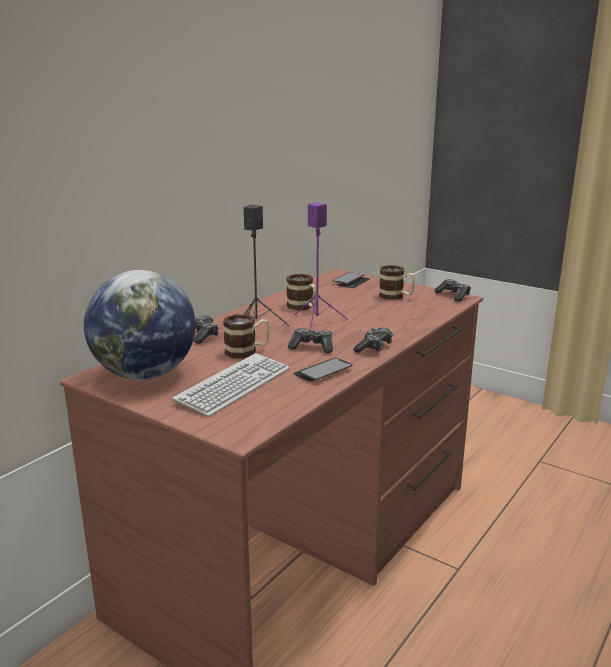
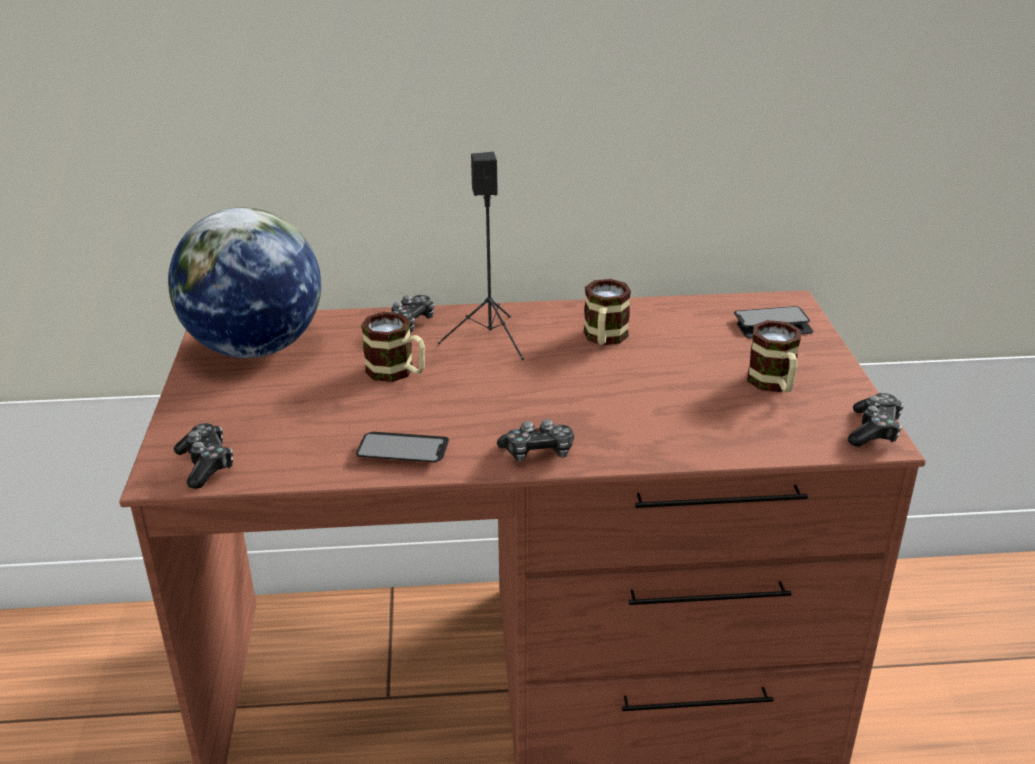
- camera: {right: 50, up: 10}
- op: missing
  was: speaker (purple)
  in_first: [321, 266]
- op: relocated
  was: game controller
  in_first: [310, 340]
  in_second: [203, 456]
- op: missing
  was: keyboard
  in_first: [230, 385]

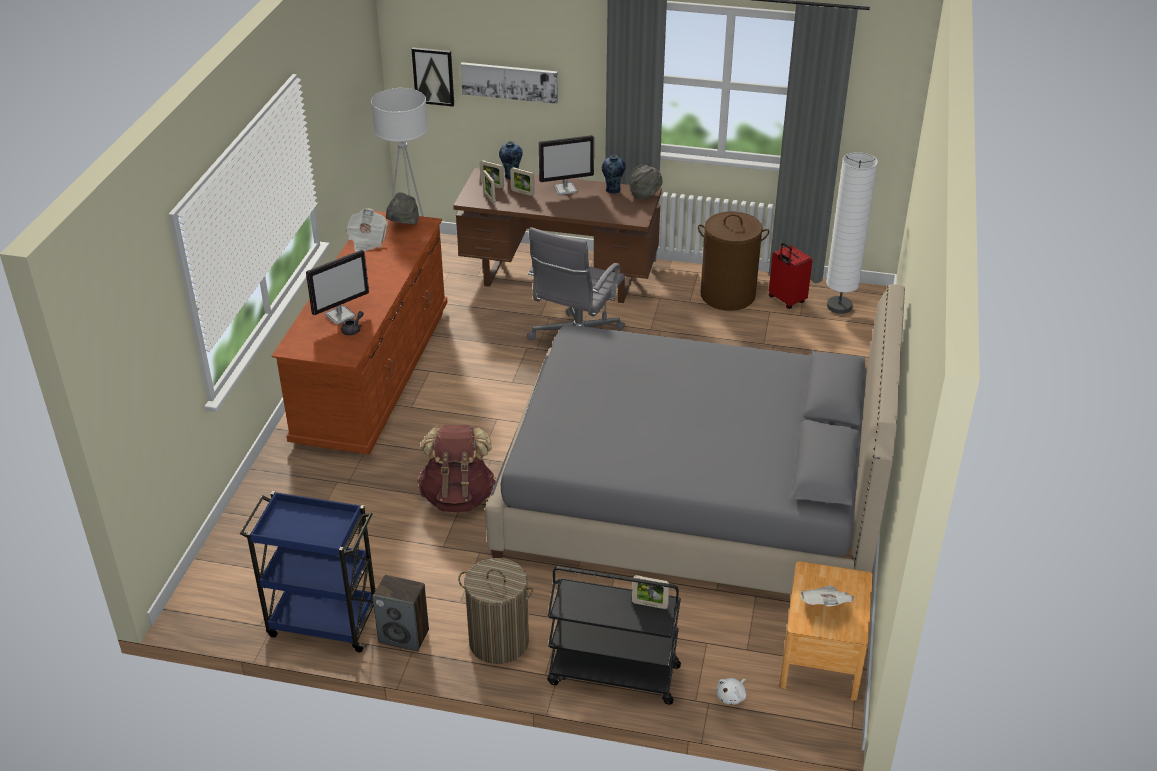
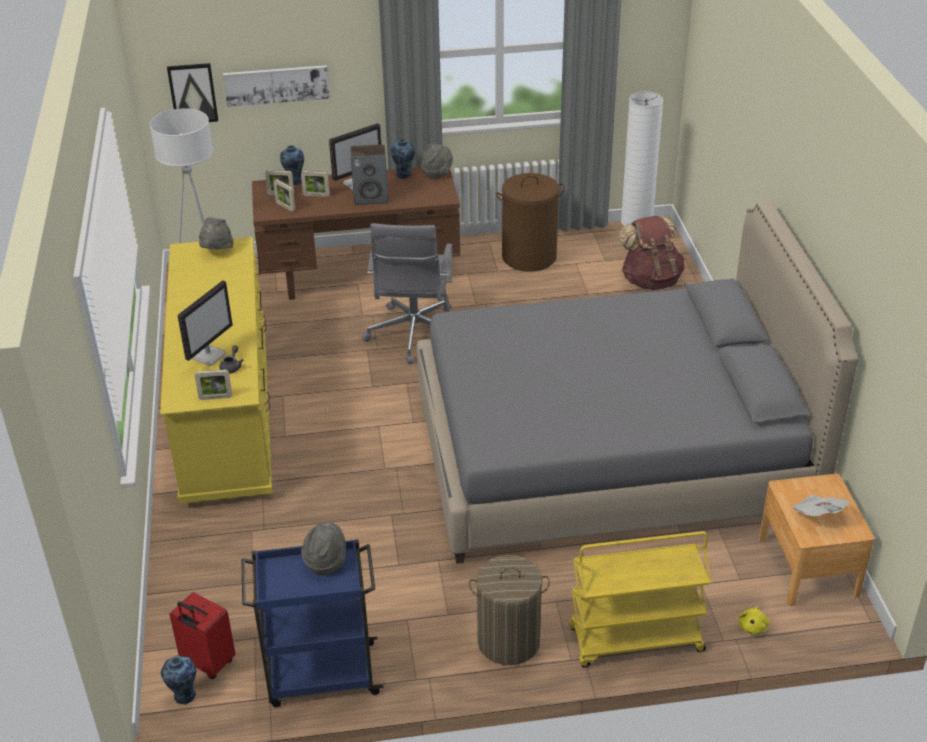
- camera: {right: -20, up: 0}
- op: missing
  was: newspaper
  in_first: [367, 230]
- op: colour
  was: dresser (brown)
  now: dresser (yellow)
  in_first: [359, 333]
  in_second: [216, 370]
- op: relocated
  was: suitcase (red)
  in_first: [790, 275]
  in_second: [202, 635]
- op: relocated
  was: backpack (brown)
  in_first: [456, 468]
  in_second: [652, 253]
- op: colour
  was: cart (black)
  now: cart (yellow)
  in_first: [614, 635]
  in_second: [640, 599]
- op: relocated
  was: speaker
  in_first: [400, 613]
  in_second: [369, 174]
- op: relocated
  was: picture frame
  in_first: [650, 592]
  in_second: [213, 384]
- op: colour
  was: plush toy (white)
  now: plush toy (yellow)
  in_first: [731, 691]
  in_second: [754, 620]
- op: appeared
  now: hat (grey)
  in_second: [323, 548]
- op: appeared
  now: vase
  in_second: [178, 680]

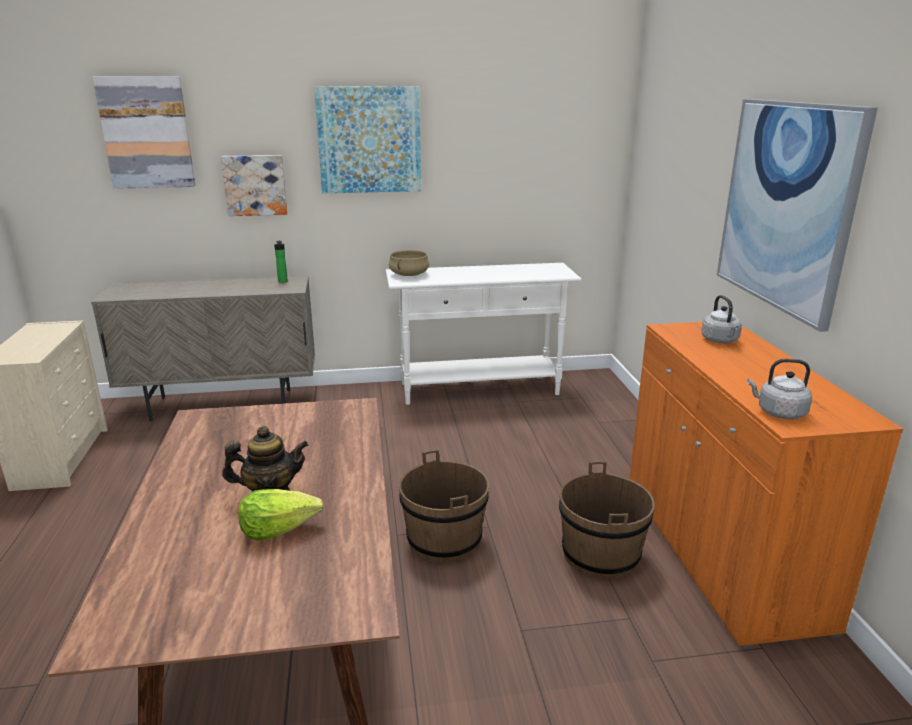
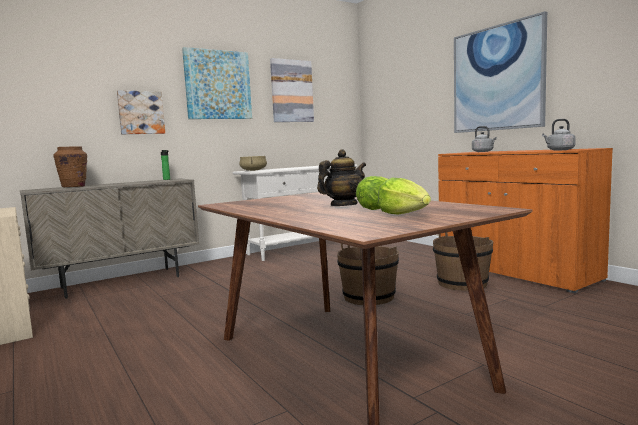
- camera: {right: -25, up: -15}
- op: relocated
  was: picture
  in_first: [143, 132]
  in_second: [292, 90]
- op: appeared
  now: vase (brown)
  in_second: [70, 166]
- op: appeared
  now: lettuce
  in_second: [404, 195]

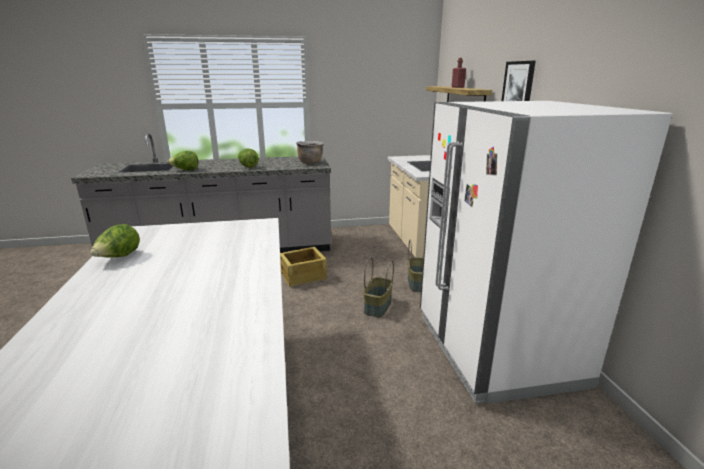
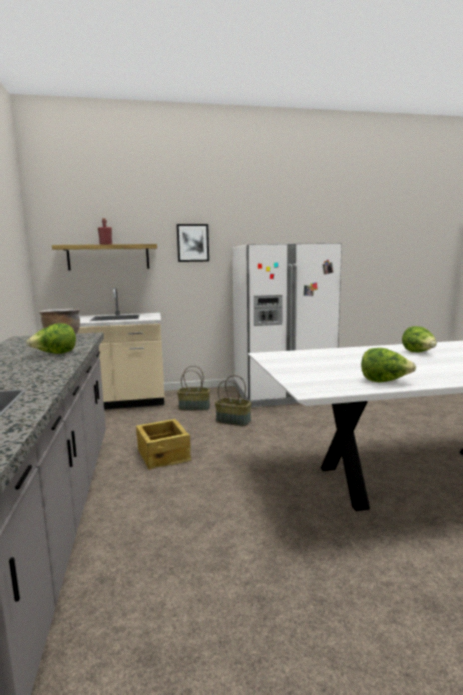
- camera: {right: -90, up: -10}
- op: relocated
  was: lettuce
  in_first: [183, 160]
  in_second: [419, 339]

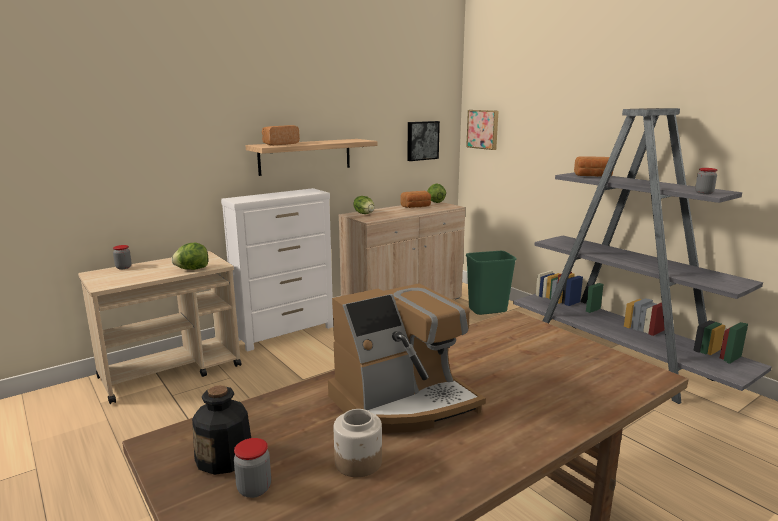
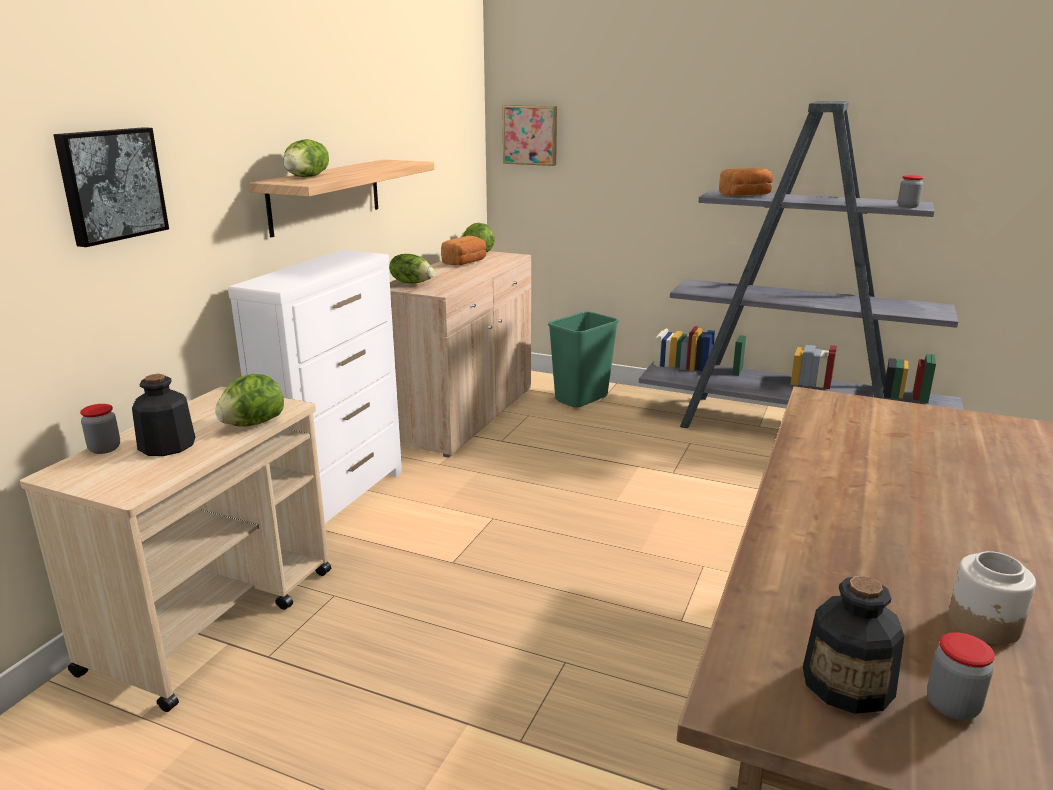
- camera: {right: -30, up: 5}
- op: relocated
  was: picture
  in_first: [423, 141]
  in_second: [111, 187]
- op: exchanged
  was: bread
  now: lettuce
  in_first: [281, 135]
  in_second: [306, 158]
- op: missing
  was: coffee machine
  in_first: [407, 358]
- op: appeared
  now: bottle
  in_second: [163, 415]

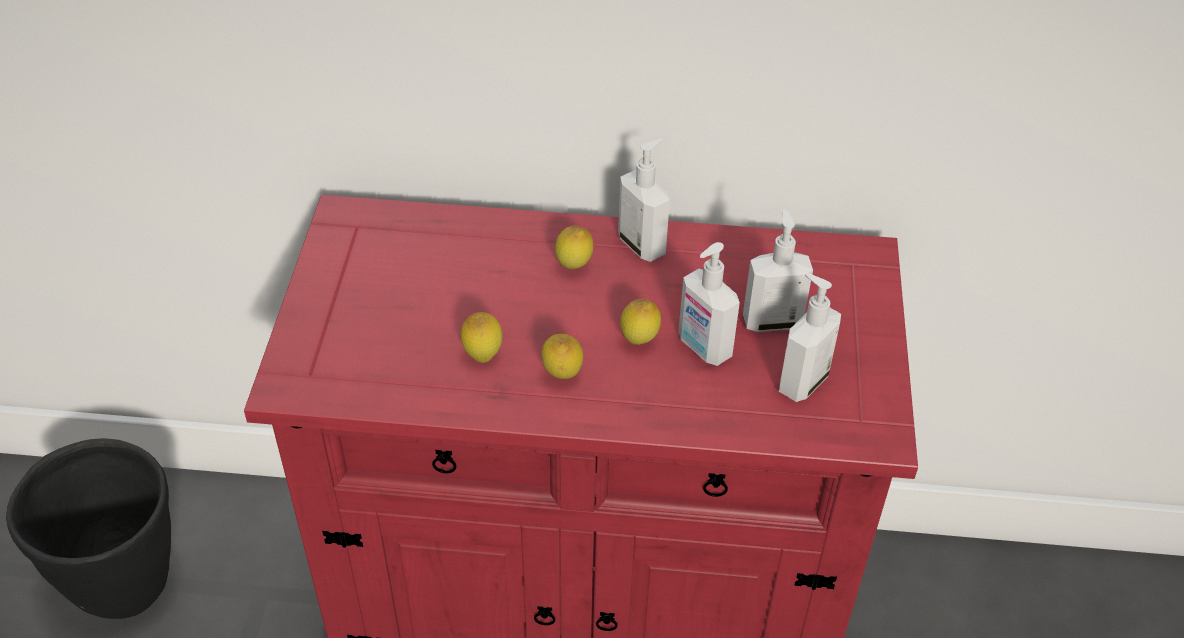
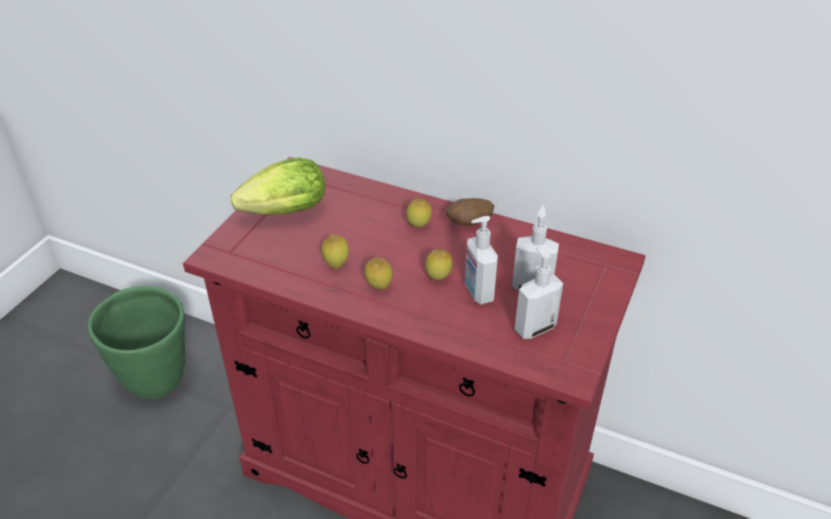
- camera: {right: 20, up: -5}
- op: exchanged
  was: soap dispenser
  now: potato
  in_first: [644, 200]
  in_second: [470, 212]
- op: colour
  was: planter (black)
  now: planter (green)
  in_first: [88, 528]
  in_second: [136, 342]
- op: appeared
  now: lettuce
  in_second: [278, 186]

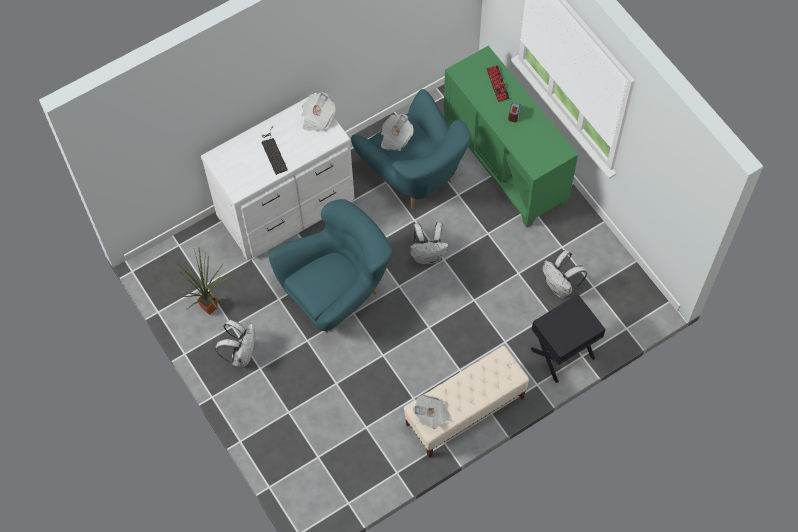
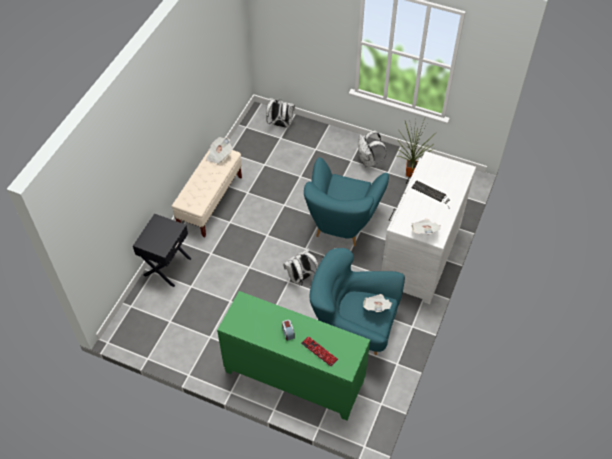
- camera: {right: 145, up: -10}
- op: relocated
  was: backpack (white)
  in_first: [565, 274]
  in_second: [280, 113]

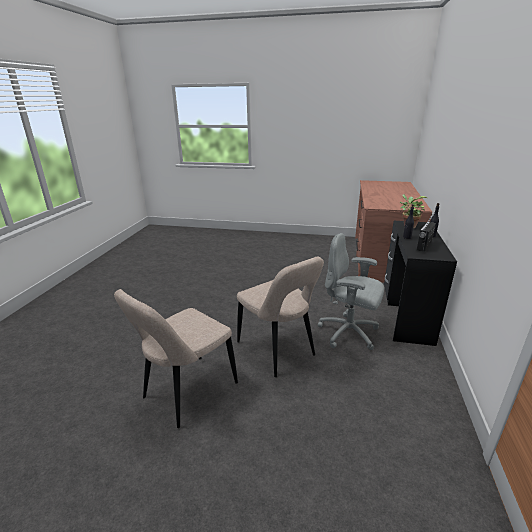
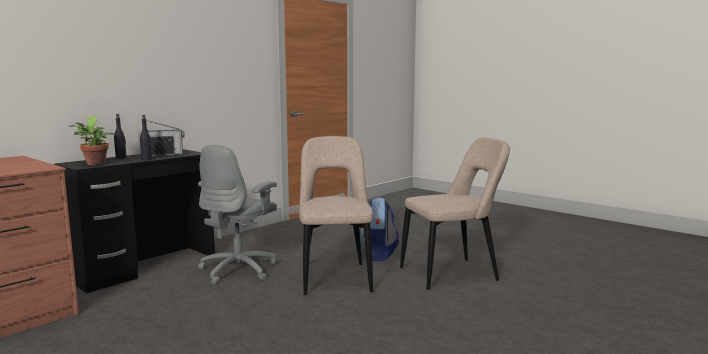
- camera: {right: -150, up: -15}
- op: spun
  was: office chair (grey)
  in_first: [351, 291]
  in_second: [237, 215]
  clockwise: 60
- op: appeared
  now: backpack
  in_second: [379, 229]

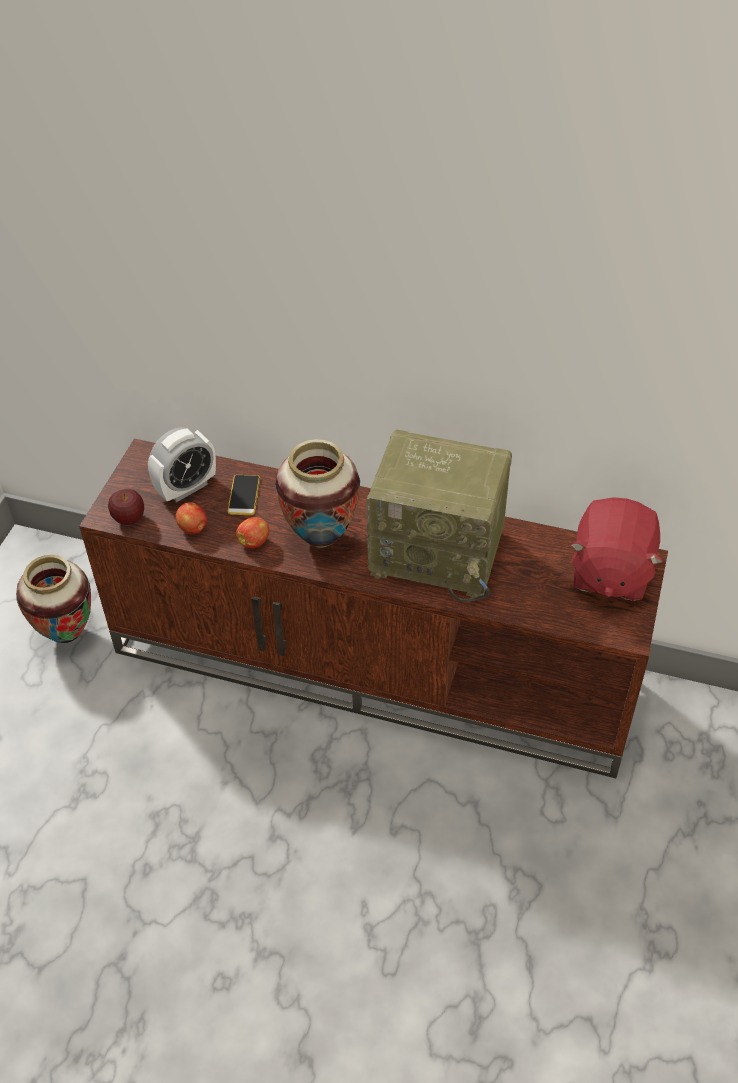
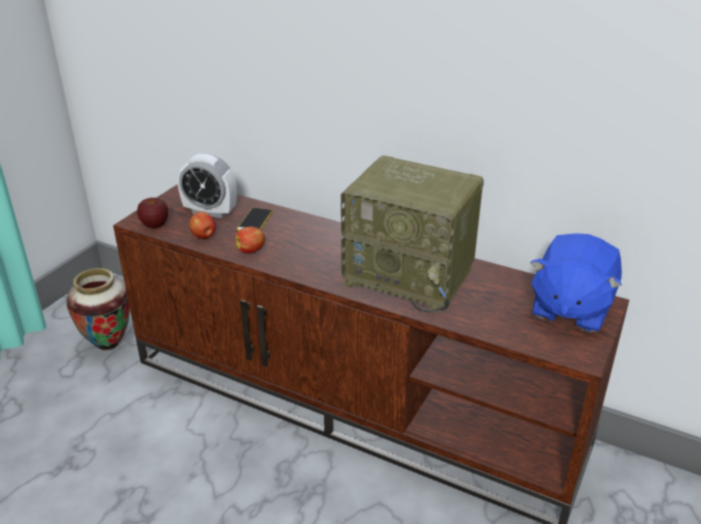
- camera: {right: 10, up: -15}
- op: spun
  was: alarm clock
  in_first: [182, 464]
  in_second: [207, 186]
  clockwise: 45
- op: missing
  was: vase
  in_first: [317, 493]
- op: colour
  was: plush toy (red)
  now: plush toy (blue)
  in_first: [616, 549]
  in_second: [576, 282]

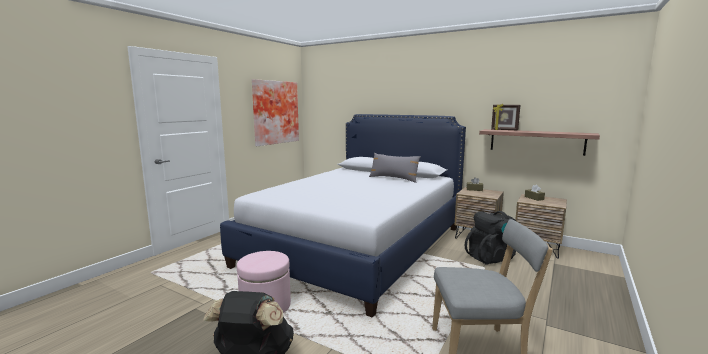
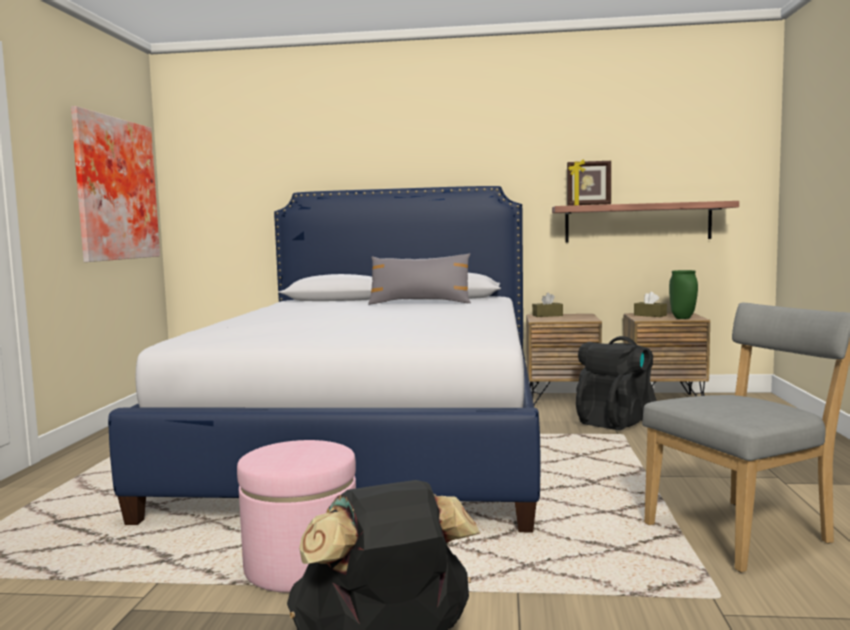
- camera: {right: -25, up: -5}
- op: appeared
  now: vase (green)
  in_second: [683, 294]

